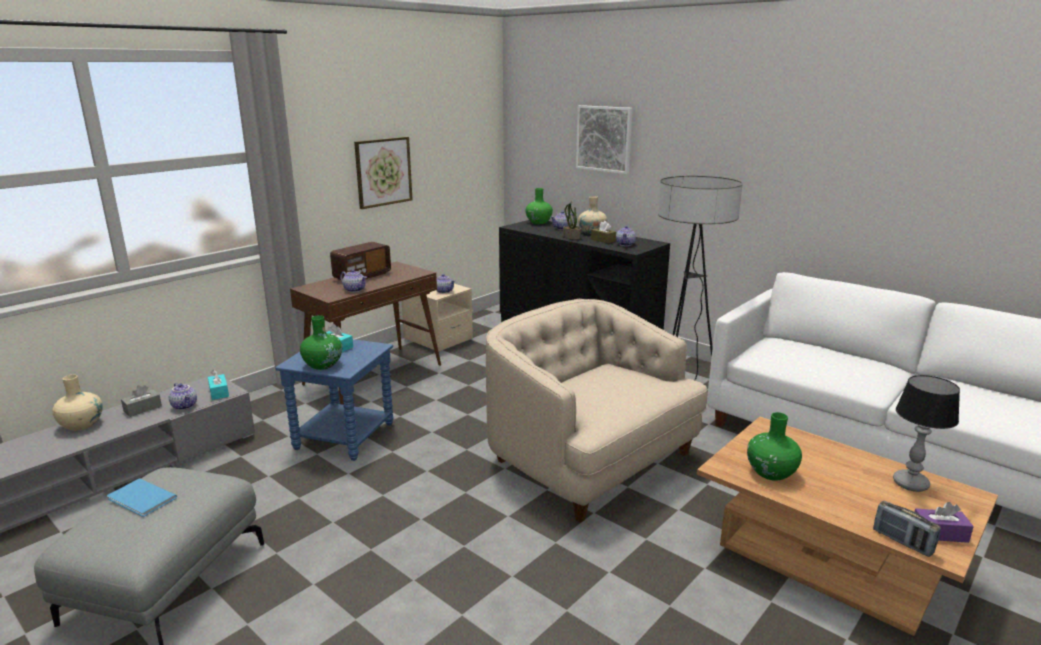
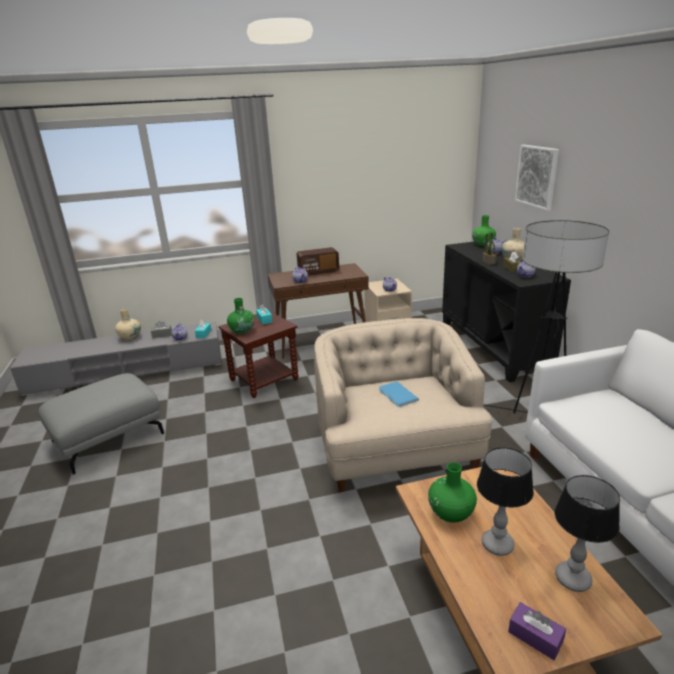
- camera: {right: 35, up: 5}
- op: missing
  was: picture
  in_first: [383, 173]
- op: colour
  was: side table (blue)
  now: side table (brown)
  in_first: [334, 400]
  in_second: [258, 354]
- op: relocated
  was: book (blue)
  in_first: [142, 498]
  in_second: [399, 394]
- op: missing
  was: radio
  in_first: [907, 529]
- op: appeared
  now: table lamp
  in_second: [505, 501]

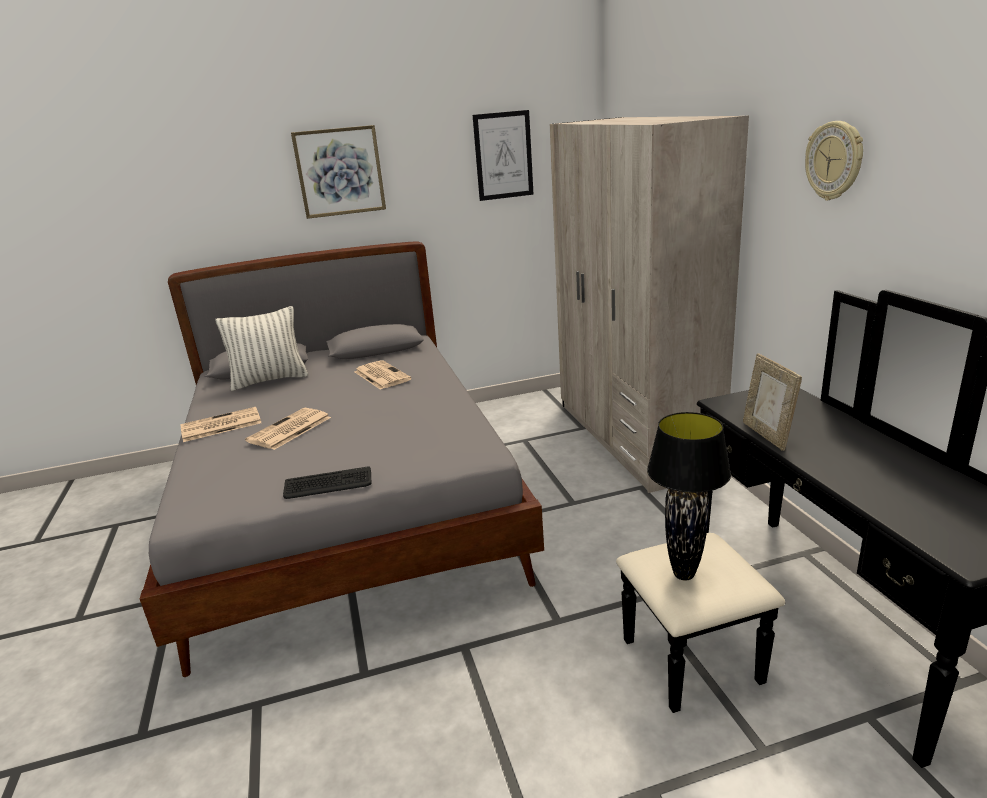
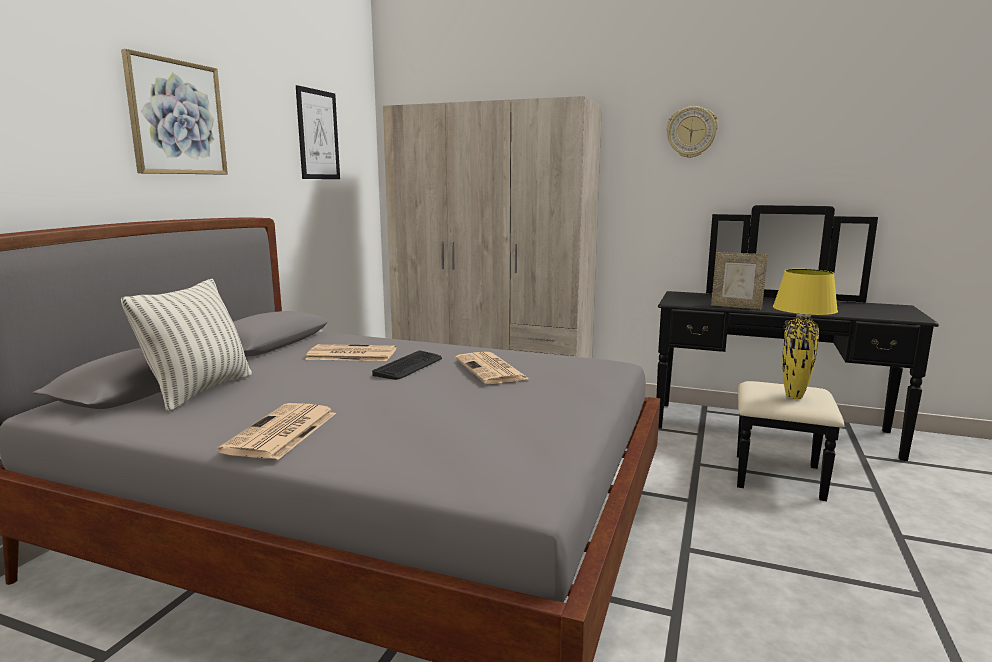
- camera: {right: -55, up: -10}
- op: relocated
  was: newspaper
  in_first: [288, 429]
  in_second: [492, 368]
- op: colour
  was: table lamp (black)
  now: table lamp (yellow)
  in_first: [689, 496]
  in_second: [805, 334]
- op: relocated
  was: keyboard
  in_first: [327, 482]
  in_second: [407, 365]

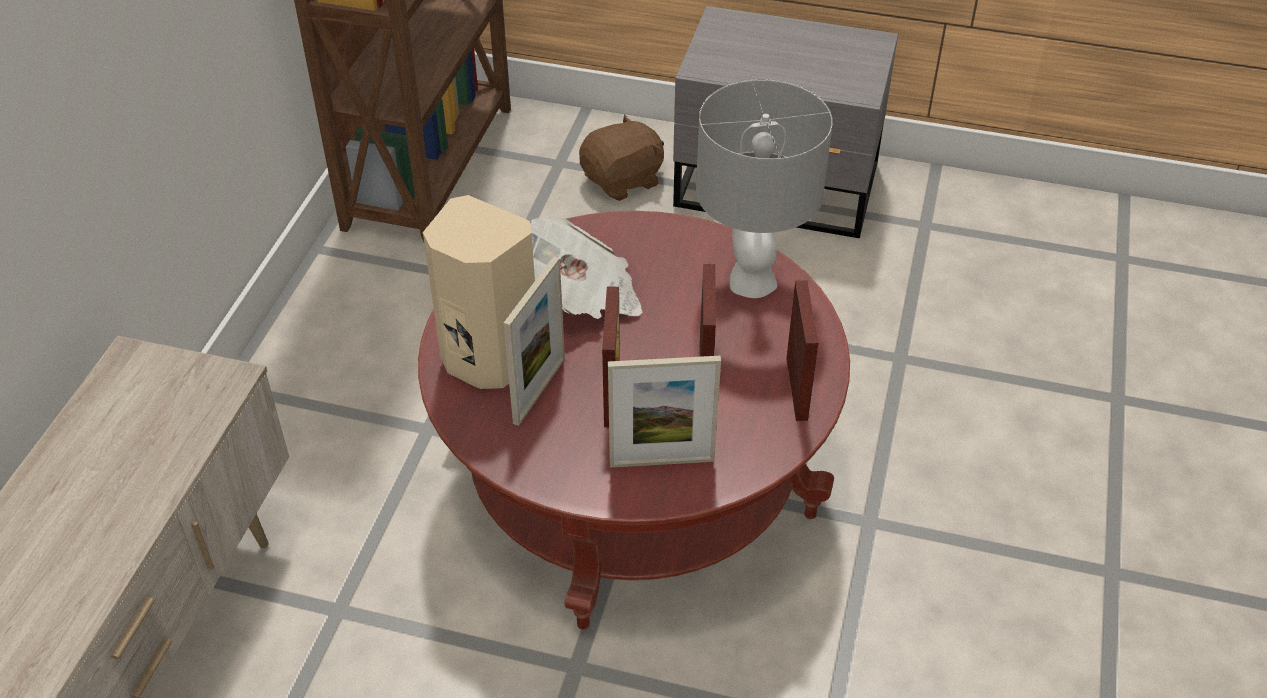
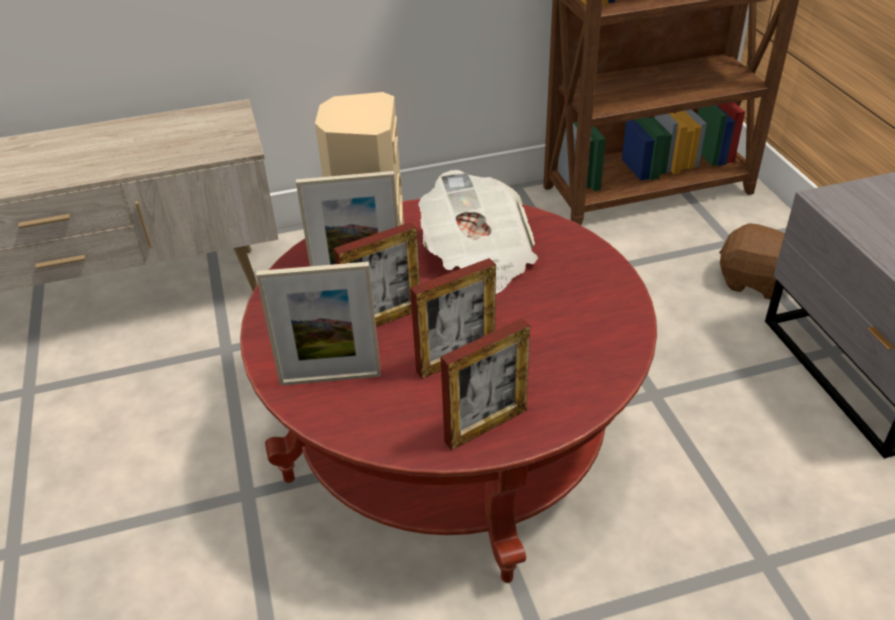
- camera: {right: 60, up: -5}
- op: missing
  was: table lamp (grey)
  in_first: [764, 188]
- op: spun
  was: picture frame
  in_first: [664, 411]
  in_second: [318, 323]
  clockwise: -60

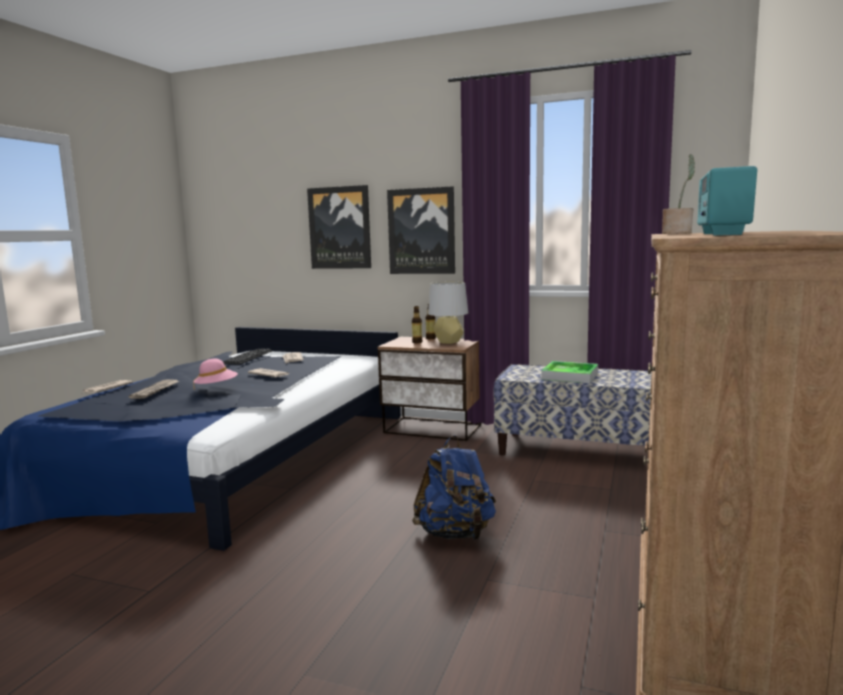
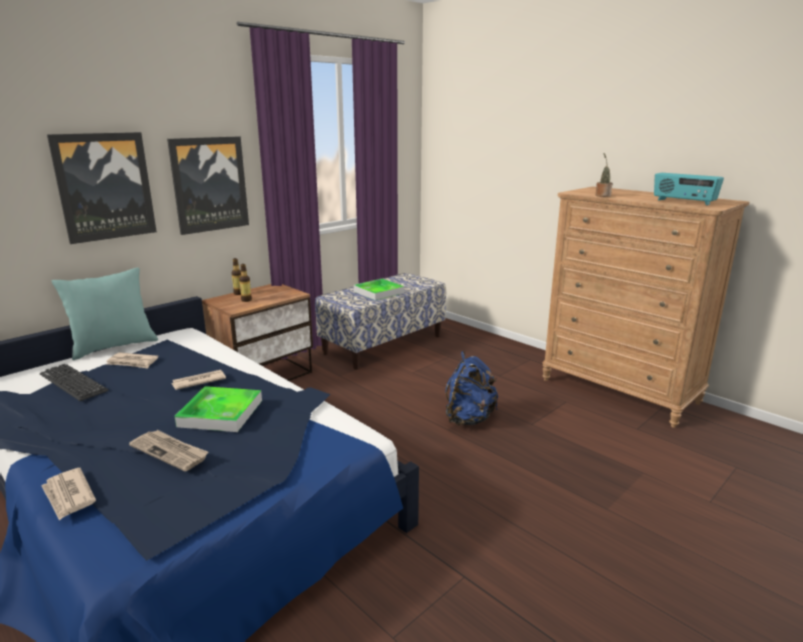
- camera: {right: -65, up: 10}
- op: missing
  was: table lamp (grey)
  in_first: [448, 313]
- op: exchanged
  was: hat (pink)
  now: tray
  in_first: [215, 374]
  in_second: [218, 409]
- op: appeared
  now: pillow (turquoise)
  in_second: [105, 314]

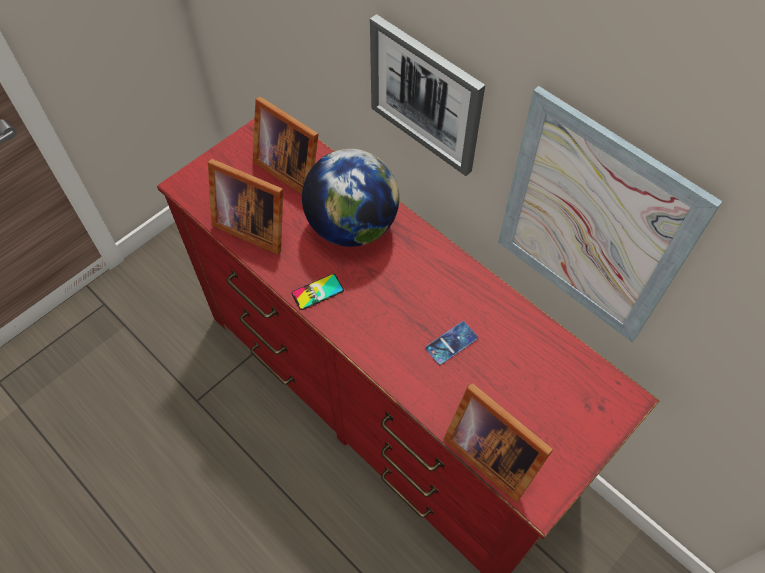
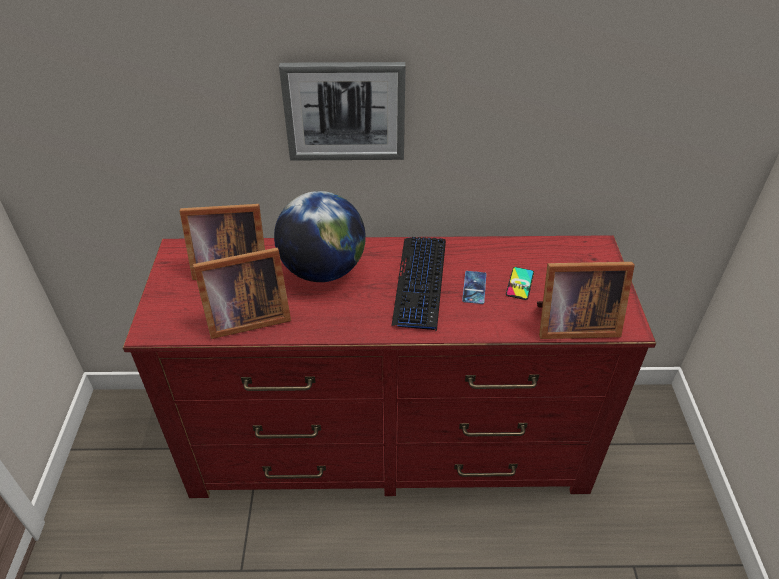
- camera: {right: -45, up: -15}
- op: missing
  was: picture
  in_first: [610, 214]
- op: relocated
  was: phone
  in_first: [318, 292]
  in_second: [520, 283]
- op: appeared
  now: keyboard
  in_second: [419, 284]

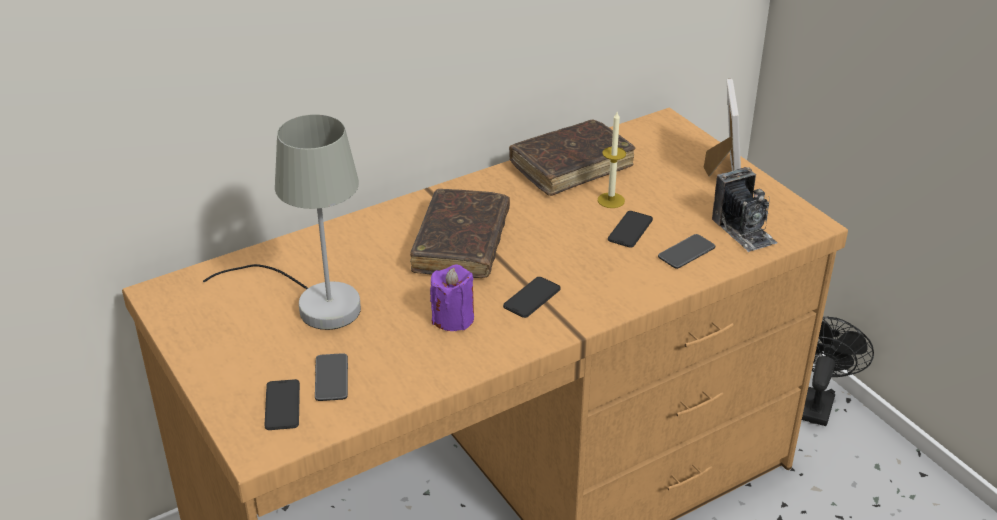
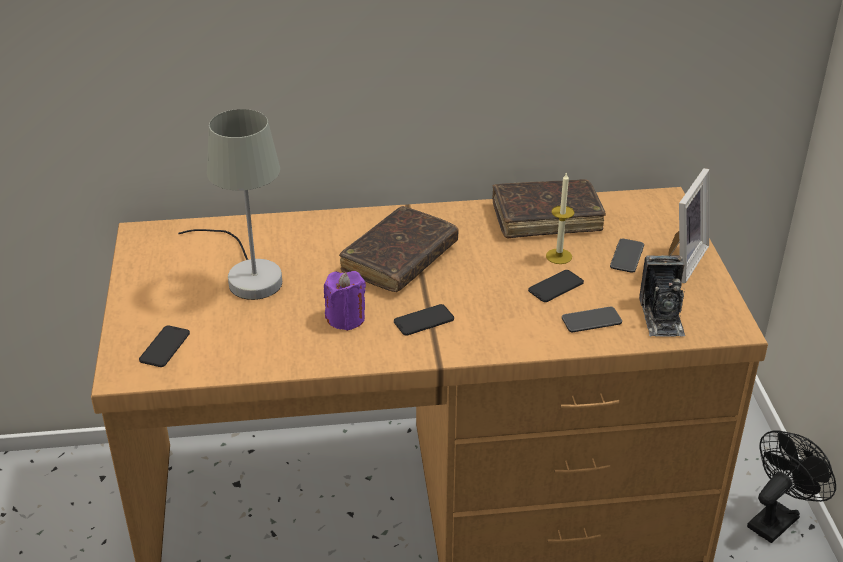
- camera: {right: 25, up: 0}
- op: relocated
  was: phone
  in_first: [331, 377]
  in_second: [627, 256]

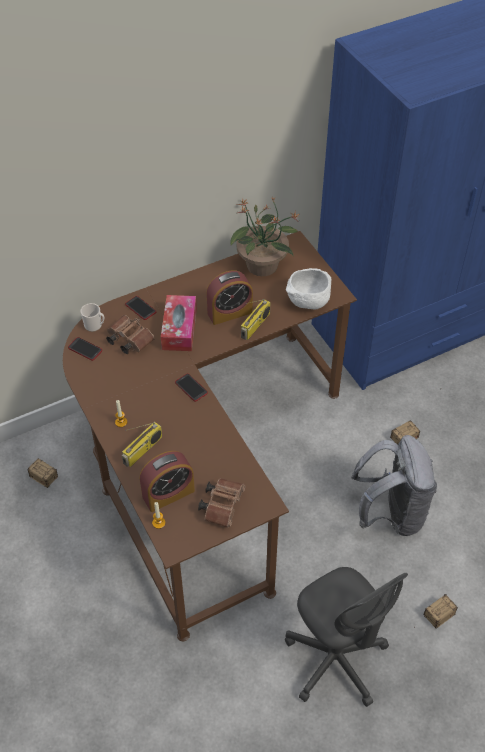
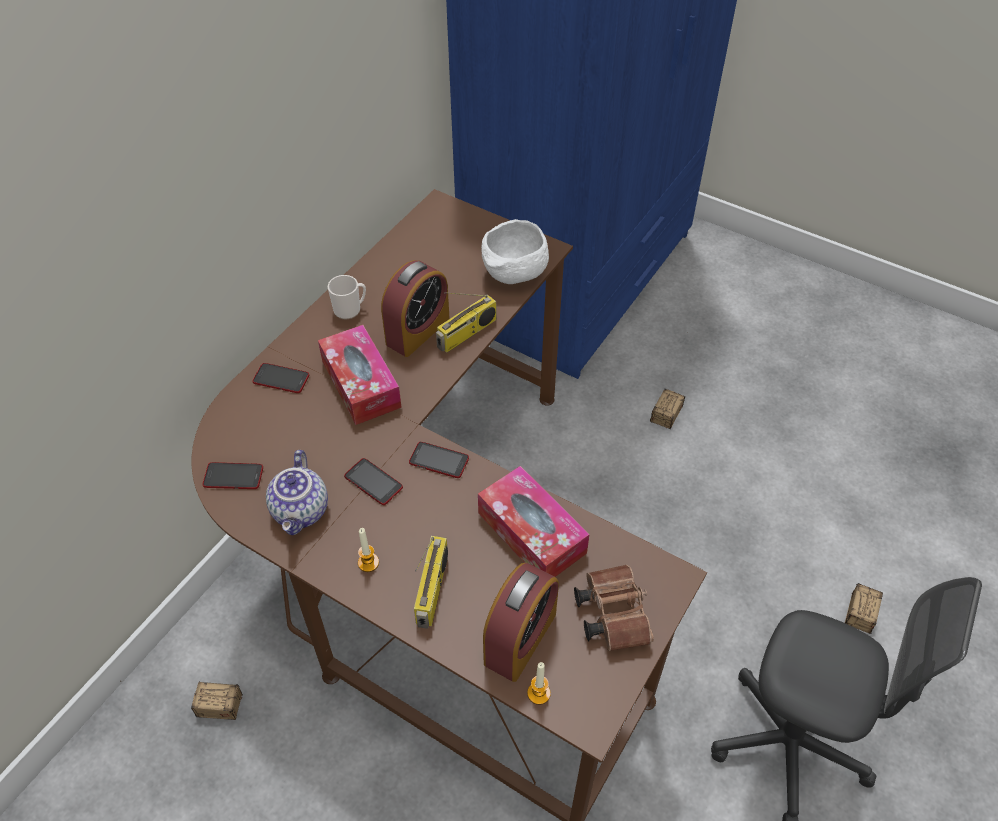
- camera: {right: -30, up: 0}
- op: missing
  was: potted plant
  in_first: [265, 236]
- op: spun
  was: radio
  in_first: [255, 319]
  in_second: [466, 322]
  clockwise: 45
- op: relocated
  was: mug
  in_first: [92, 317]
  in_second: [347, 297]
- op: missing
  was: binoculars (brown)
  in_first: [130, 334]
- op: missing
  was: backpack (grey)
  in_first: [394, 485]
- op: appeared
  now: teapot
  in_second: [297, 492]
- op: appeared
  now: phone
  in_second: [373, 481]
- op: appeared
  now: tissue box
  in_second: [534, 521]

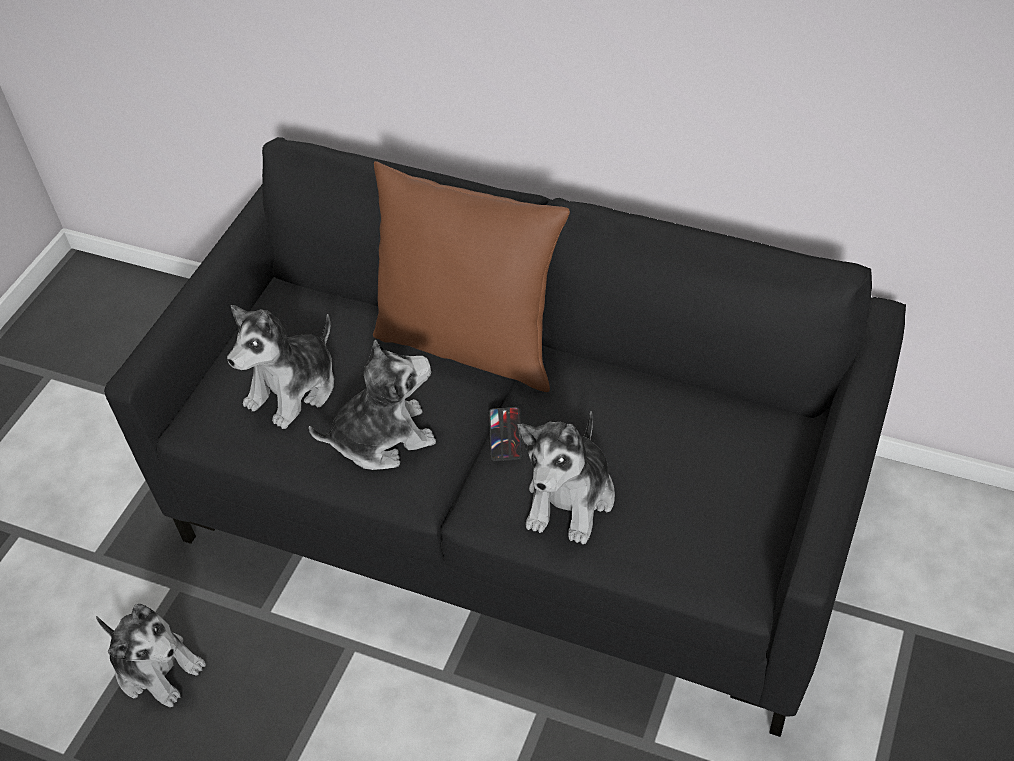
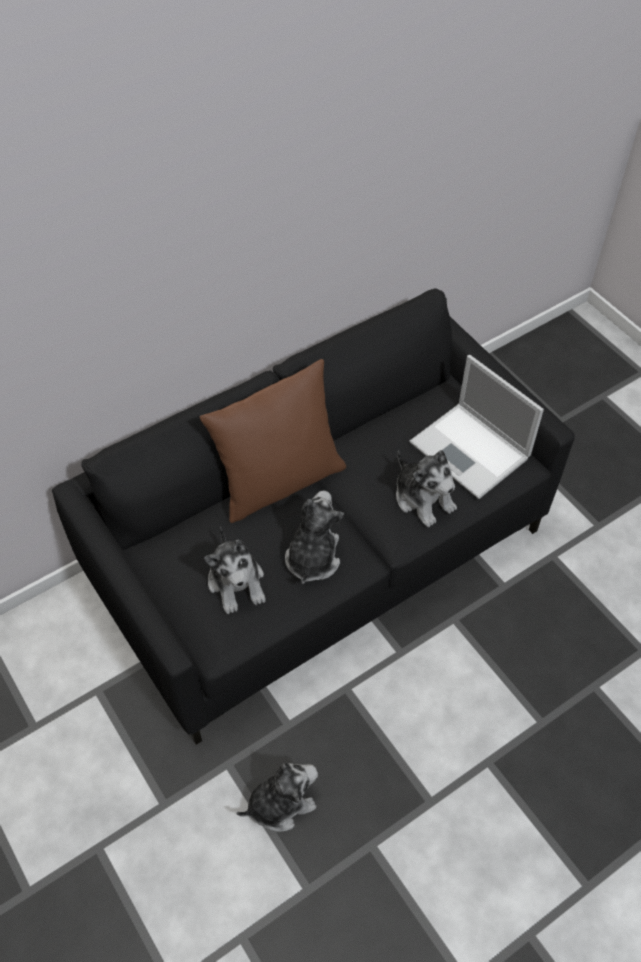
- camera: {right: -60, up: 5}
- op: missing
  was: phone
  in_first: [505, 434]
- op: appeared
  now: laptop
  in_second: [476, 427]

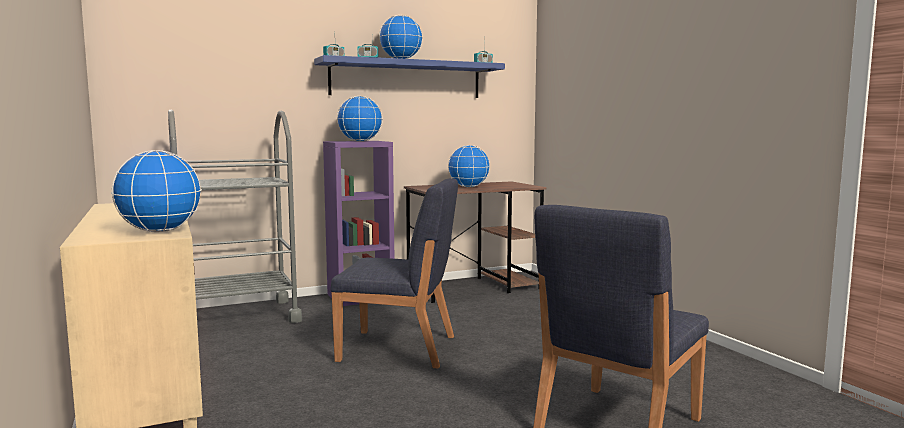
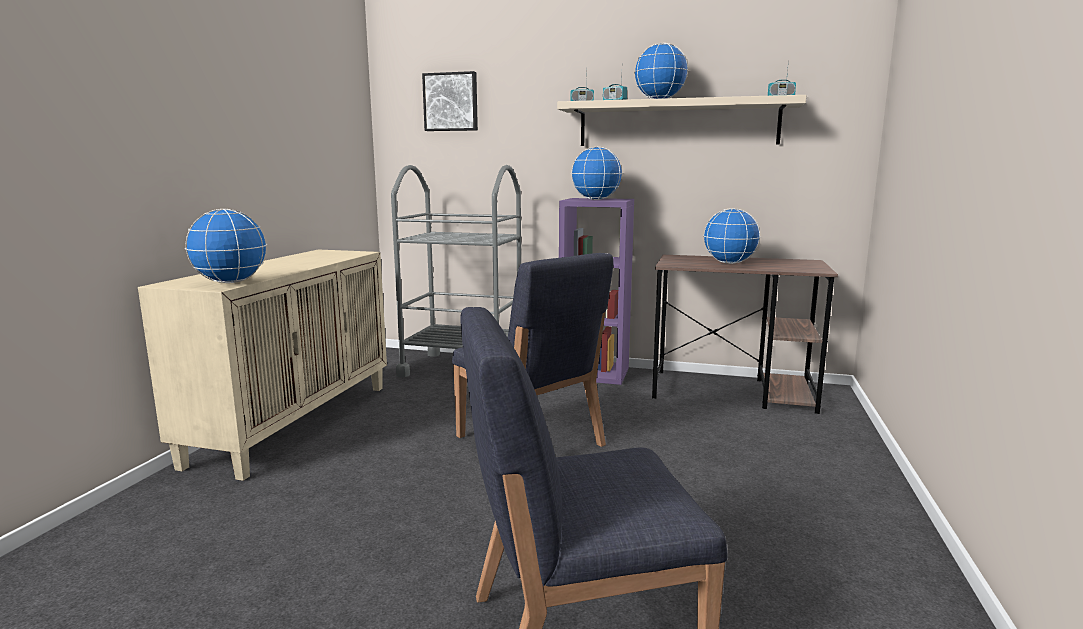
- camera: {right: 40, up: 5}
- op: colour
  was: shelf (blue)
  now: shelf (beige)
  in_first: [409, 76]
  in_second: [682, 120]
- op: appeared
  now: picture
  in_second: [450, 101]

